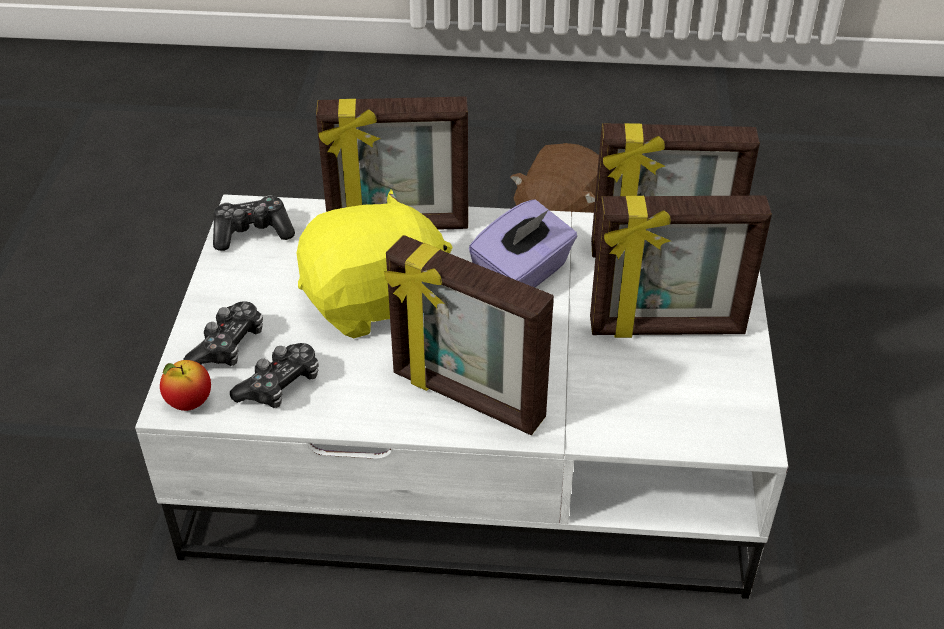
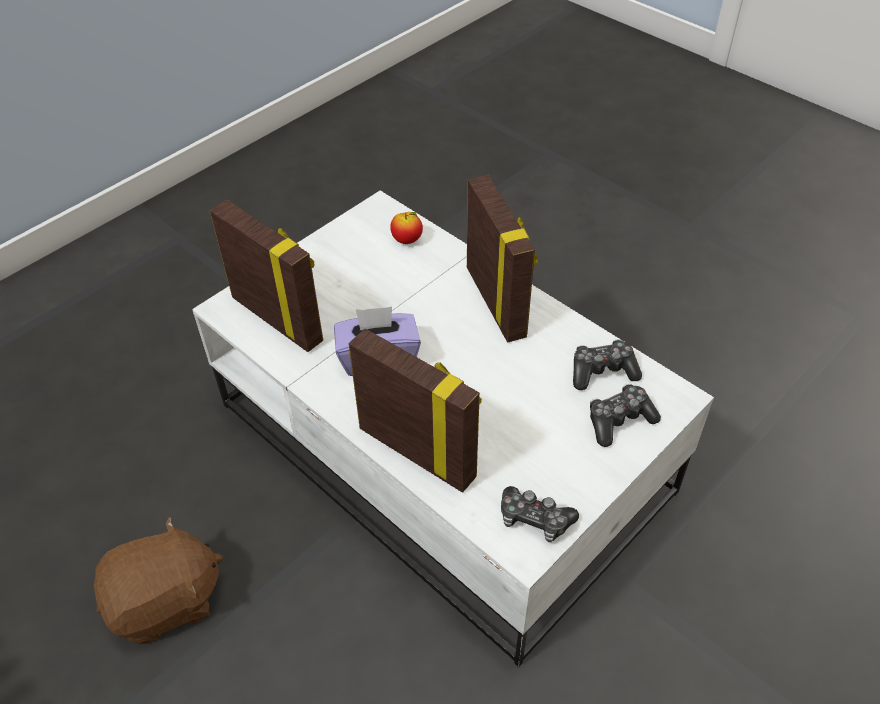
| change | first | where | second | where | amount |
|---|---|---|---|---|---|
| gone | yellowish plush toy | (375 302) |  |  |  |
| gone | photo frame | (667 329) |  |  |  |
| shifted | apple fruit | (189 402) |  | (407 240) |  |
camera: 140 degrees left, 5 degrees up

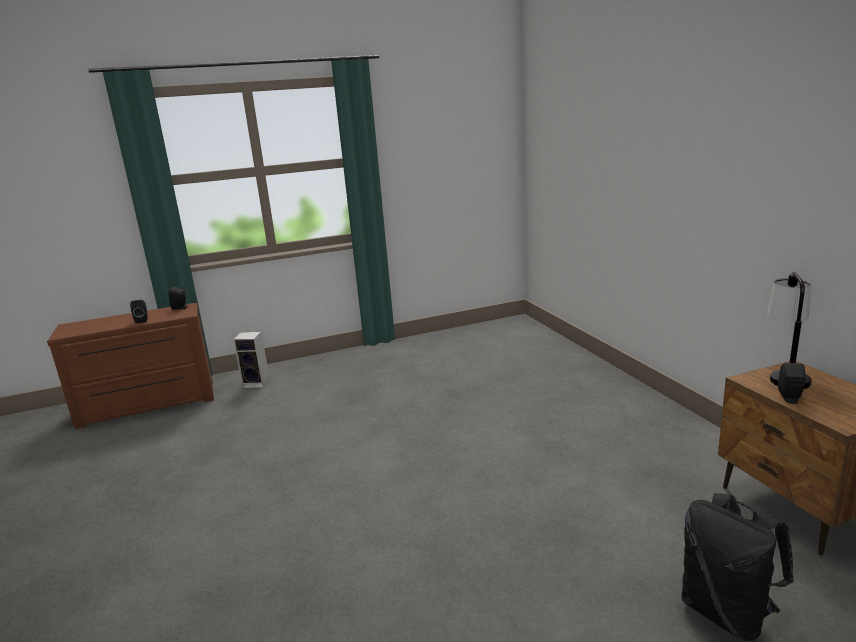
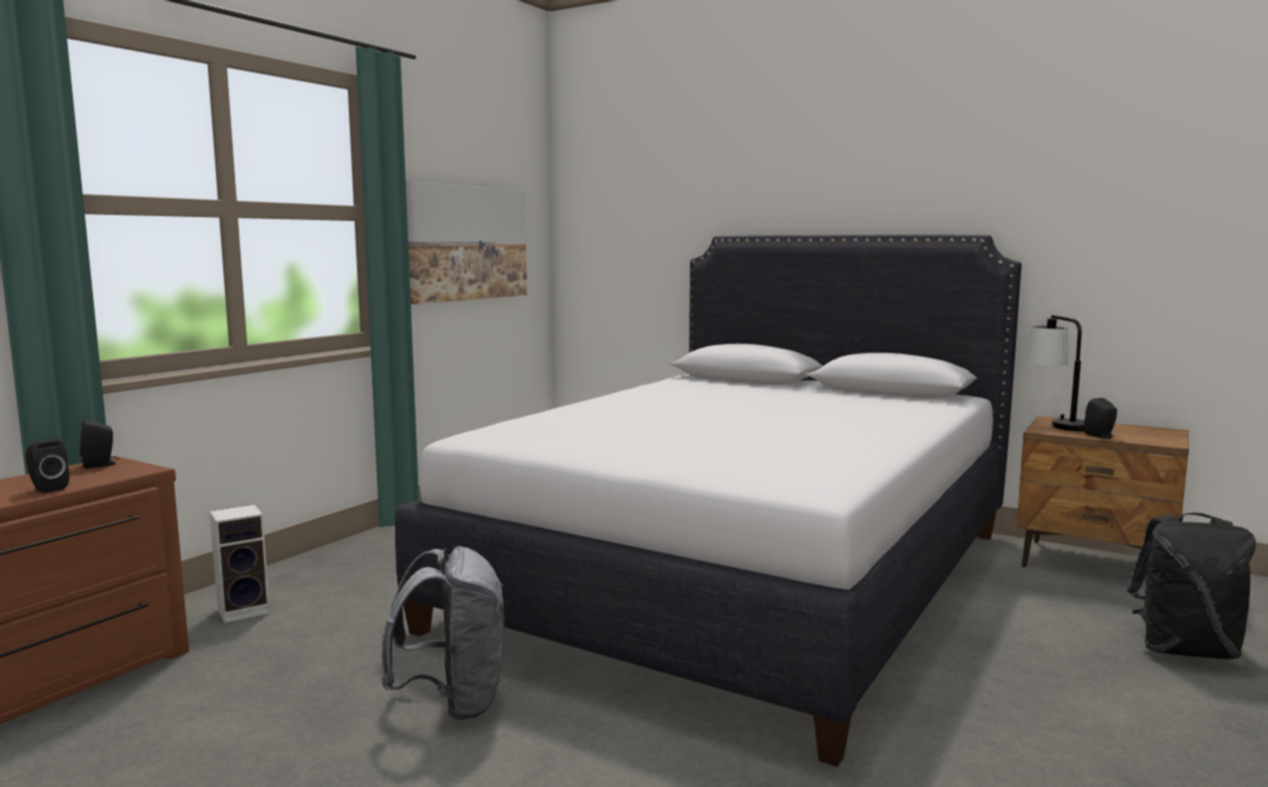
| change | first | where | second | where | amount |
|---|---|---|---|---|---|
| new |  |  | gray backpack | (453 702) |  |
| new |  |  | white-coloured bedroom bed | (741 577) |  |
| new |  |  | wall art | (466 243) |  |
camera: 40 degrees left, 10 degrees down

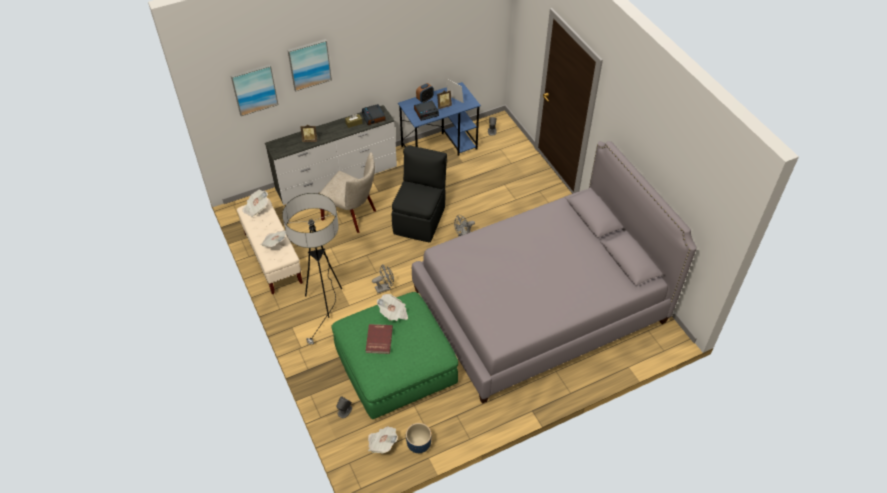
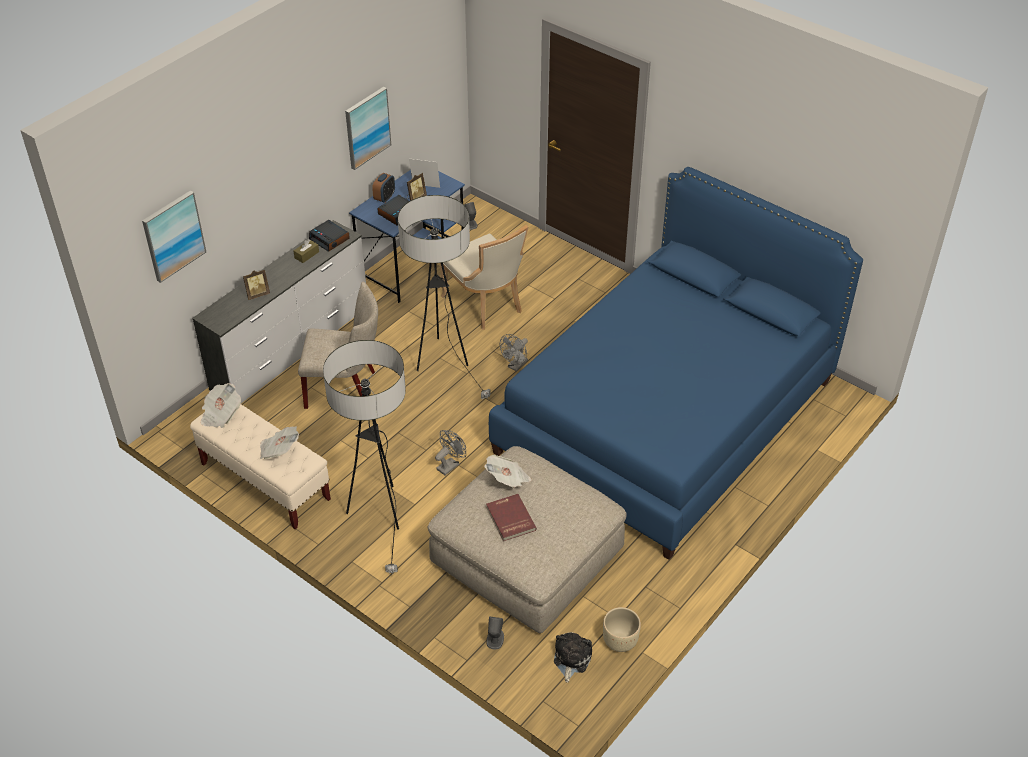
| change | first | where | second | where | amount |
|---|---|---|---|---|---|
| new |  |  | beige-coloured plain chair | (485 305) |  |
| shifted | wall art | (309 64) |  | (367 127) |  |
| swapped | newspaper | (382 443) | plush toy | (571 659) |  |
| swapped | black-coloured plain chair | (420 219) | standard lamp | (443 363) |  |
| repainted | greenish footrest | (395 365) | beige-coloured footrest | (527 556) |  |
| repainted | bluish planter | (418 444) | beige-coloured planter | (619 641) |  |
| repainted | gray bedroom bed | (540 305) | bluish bedroom bed | (666 416) |  |
camera: 25 degrees left, 5 degrees down

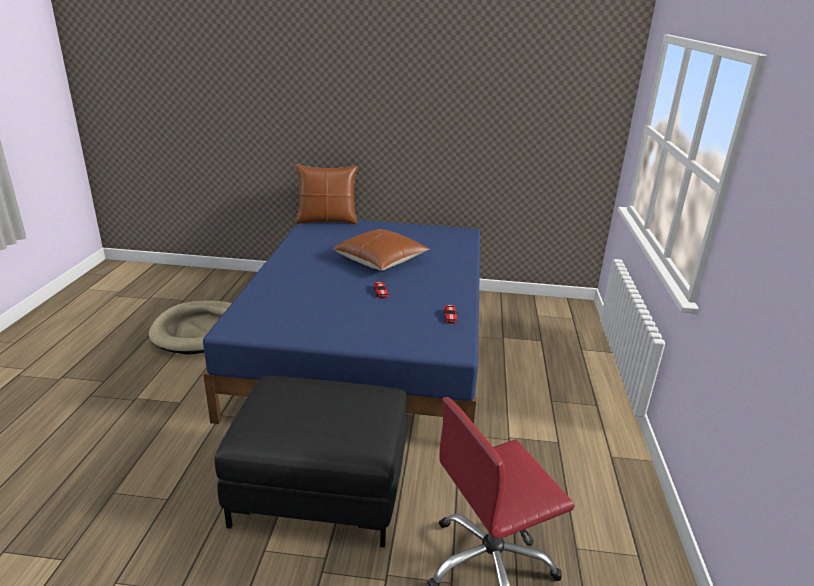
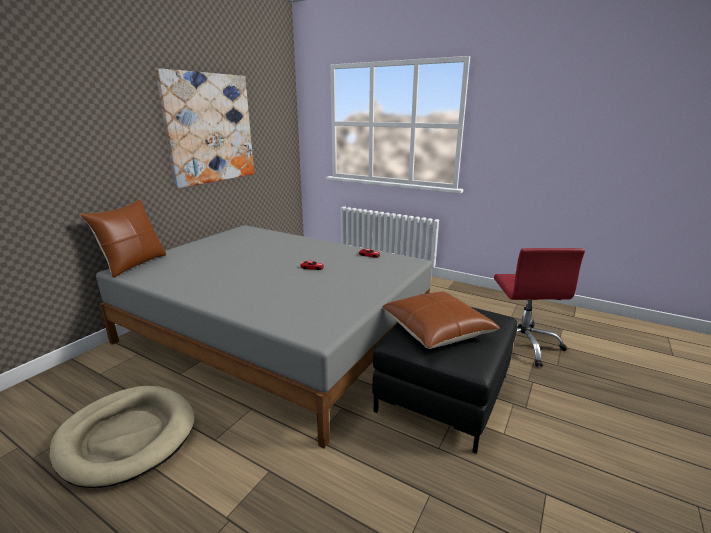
| change | first | where | second | where | amount |
|---|---|---|---|---|---|
| new |  |  | wall art | (210 129) |  |
| shifted | brownish throw pillow | (381 260) |  | (436 330) |  |
| repainted | bluish bedroom bed | (369 345) | gray bedroom bed | (275 333) |  |
camera: 65 degrees left, 5 degrees down

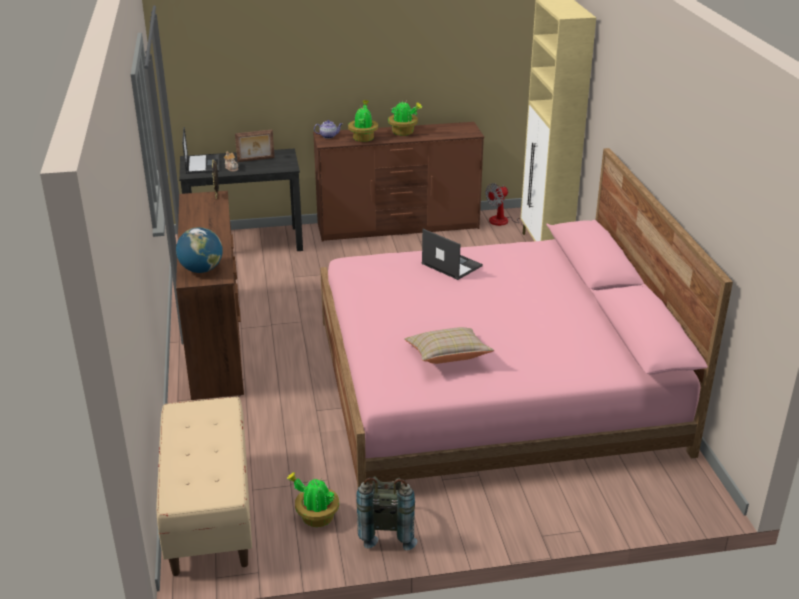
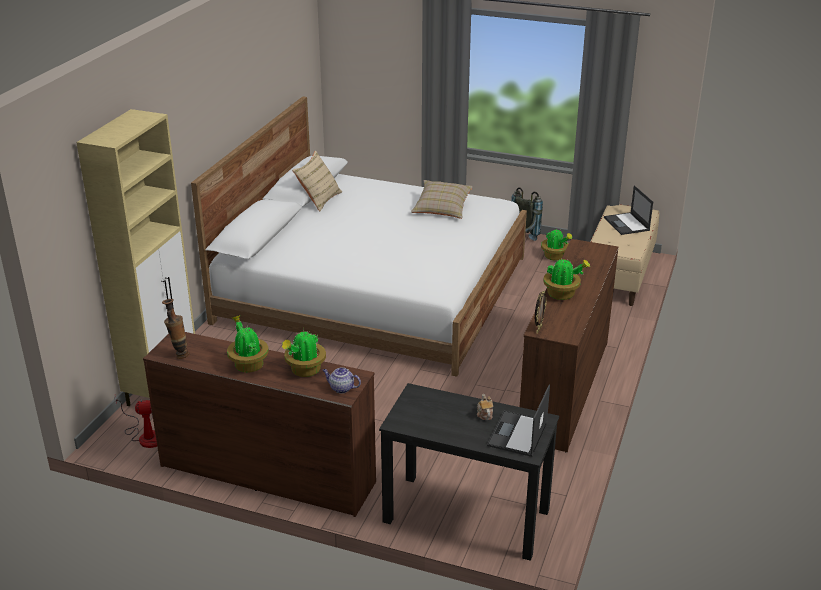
| change | first | where | second | where | amount |
|---|---|---|---|---|---|
| gone | world globe | (201 270) |  |  |  |
| gone | photo frame | (256 160) |  |  |  |
| new |  |  | vase | (179 354) |  |
| new |  |  | beige-coloured throw pillow | (319 200) |  |
| new |  |  | houseplant | (562 294) |  |
| shifted | portable computer | (451 264) |  | (627 224) |  |
| repainted | pinkish bedroom bed | (493 384) | white-coloured bedroom bed | (373 289) |  |
camera: 150 degrees left, 0 degrees up

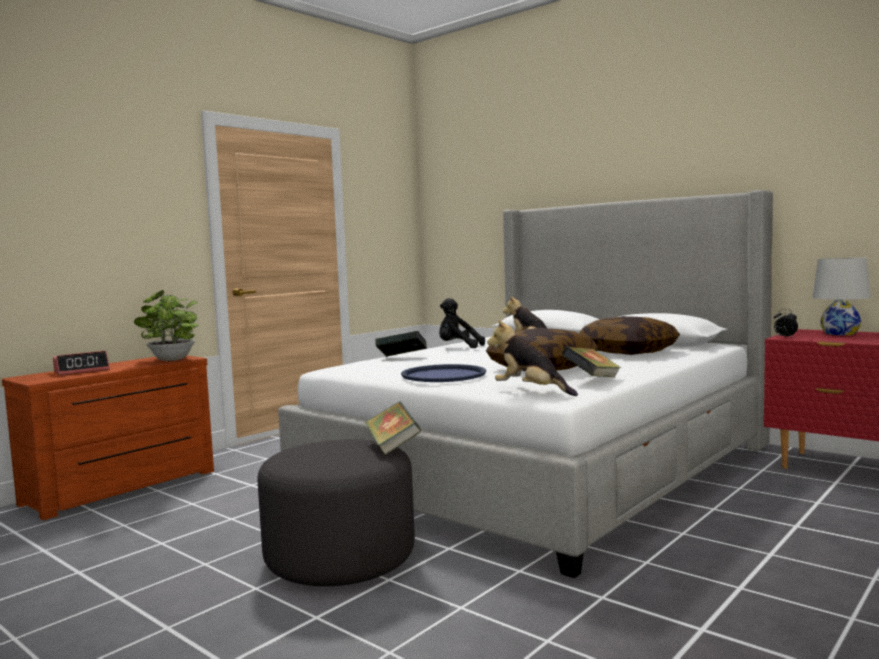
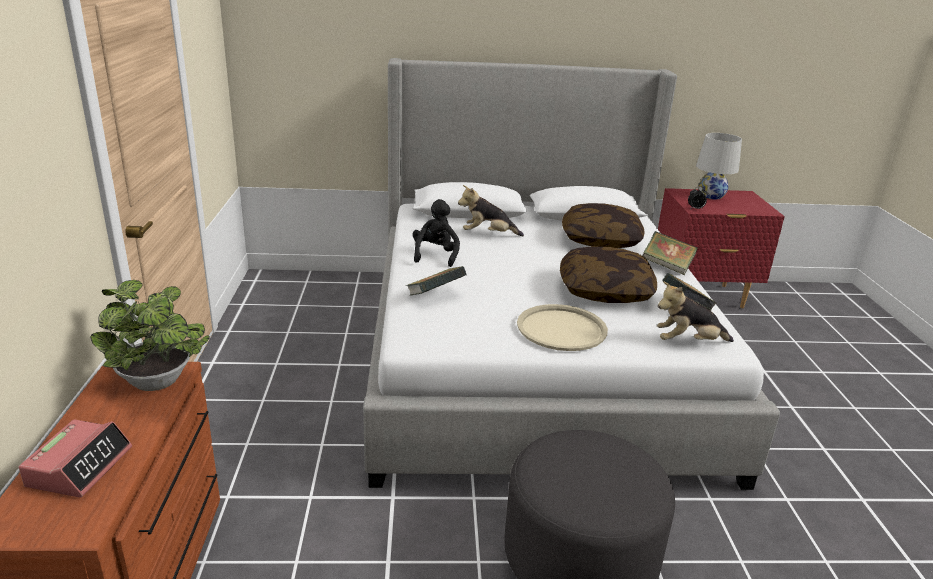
| change | first | where | second | where | amount |
|---|---|---|---|---|---|
| shifted | book | (393 446) |  | (667 266) |  |
| repainted | bluish carrying tray | (443 375) | beige-coloured carrying tray | (561 328) |  |
| rotated | black-coloured plush toy | (458 347) |  | (435 255) | 120 degrees clockwise |
camera: 45 degrees left, 20 degrees up

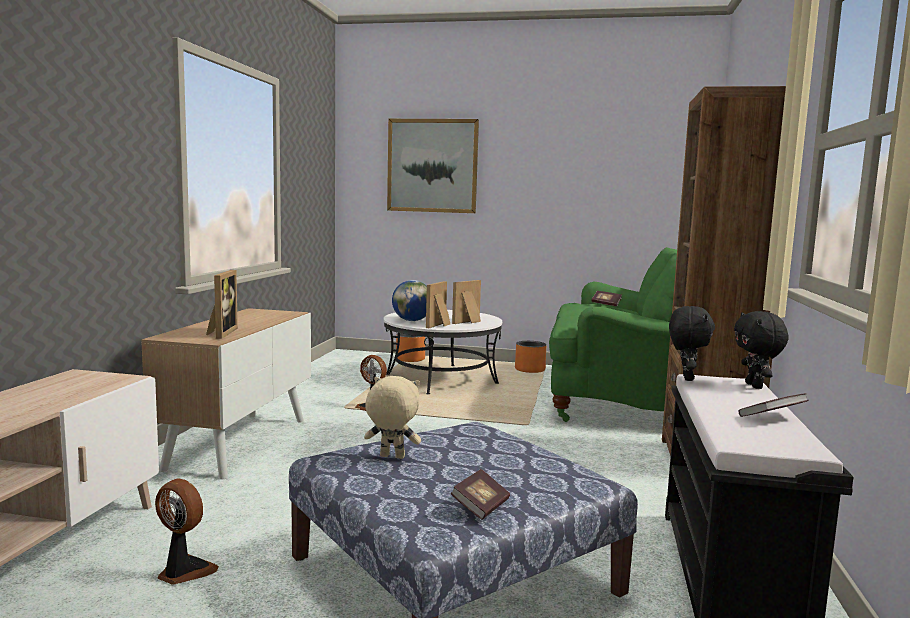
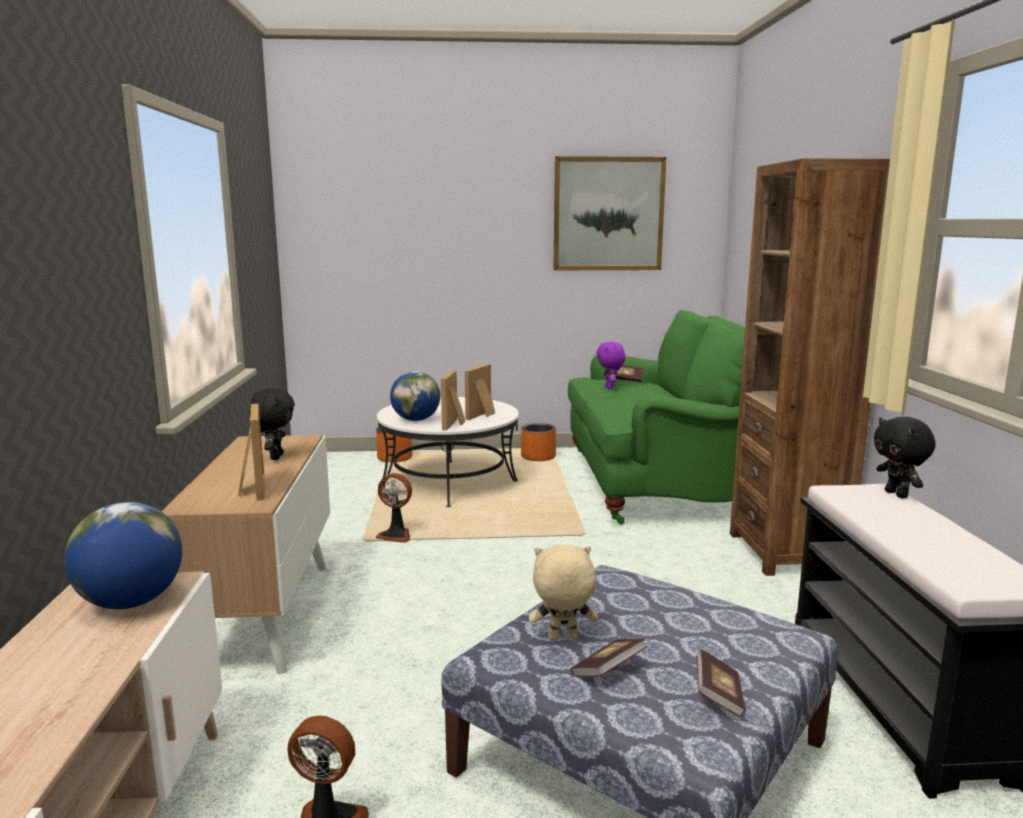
| change | first | where | second | where | amount |
|---|---|---|---|---|---|
| new |  |  | world globe | (131 602) |  |
| new |  |  | purplish plush toy | (610 388) |  |
| shifted | wall art | (432 166) |  | (608 214) |  |
| shifted | black-coloured plush toy | (686 378) |  | (275 457) |  |
| shifted | book | (771 418) |  | (608 671) |  |
camera: 15 degrees left, 5 degrees up

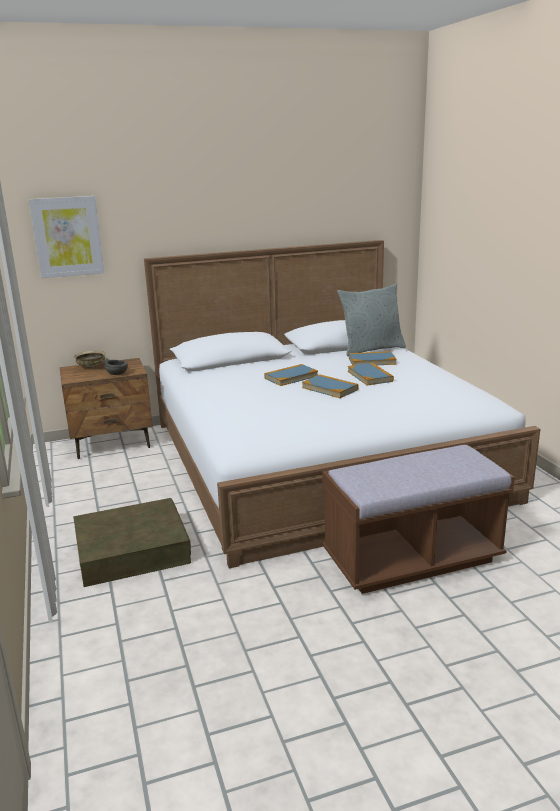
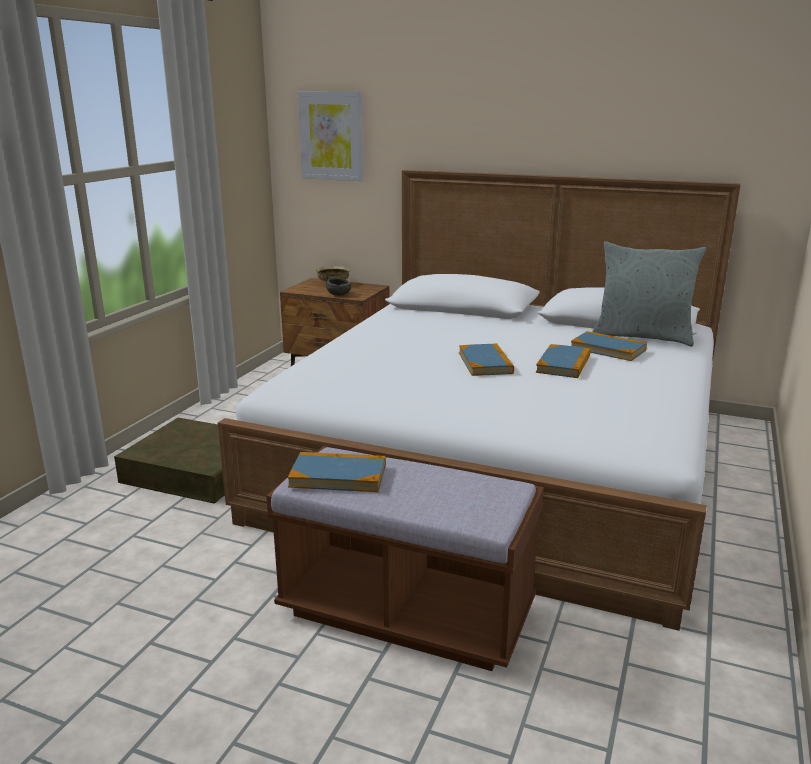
| change | first | where | second | where | amount |
|---|---|---|---|---|---|
| shifted | book | (291 377) |  | (338 476) |  |
camera: 40 degrees right, 0 degrees up

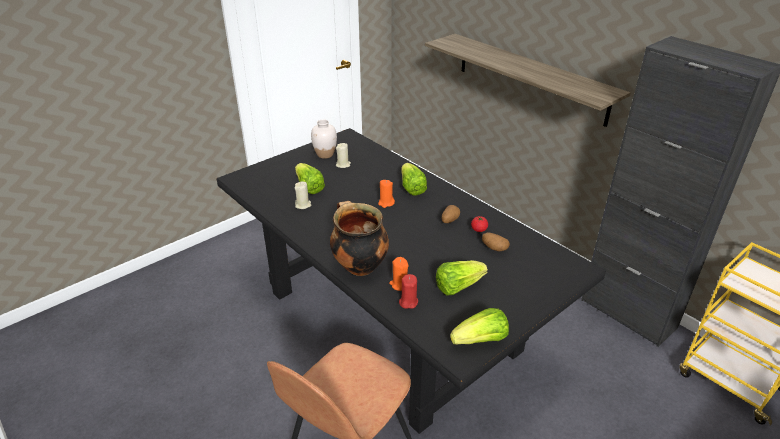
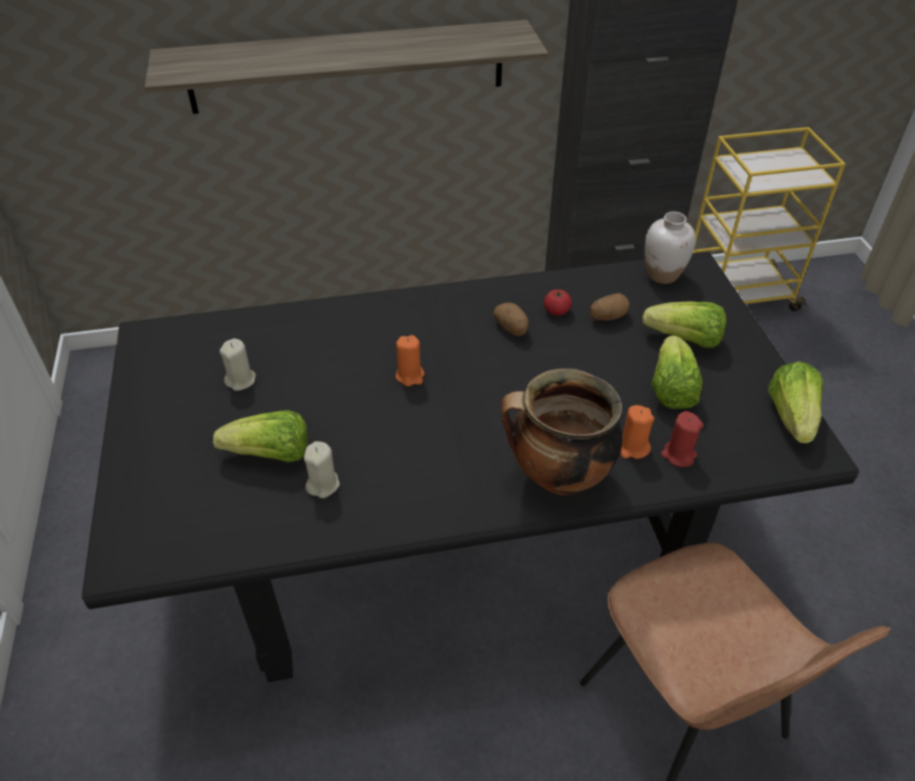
| change | first | where | second | where | amount |
|---|---|---|---|---|---|
| shifted | white-coloured vase | (325 154) |  | (663 275) |  |
| shifted | head of lettuce | (411 188) |  | (685 340) |  |
camera: 60 degrees left, 10 degrees up

